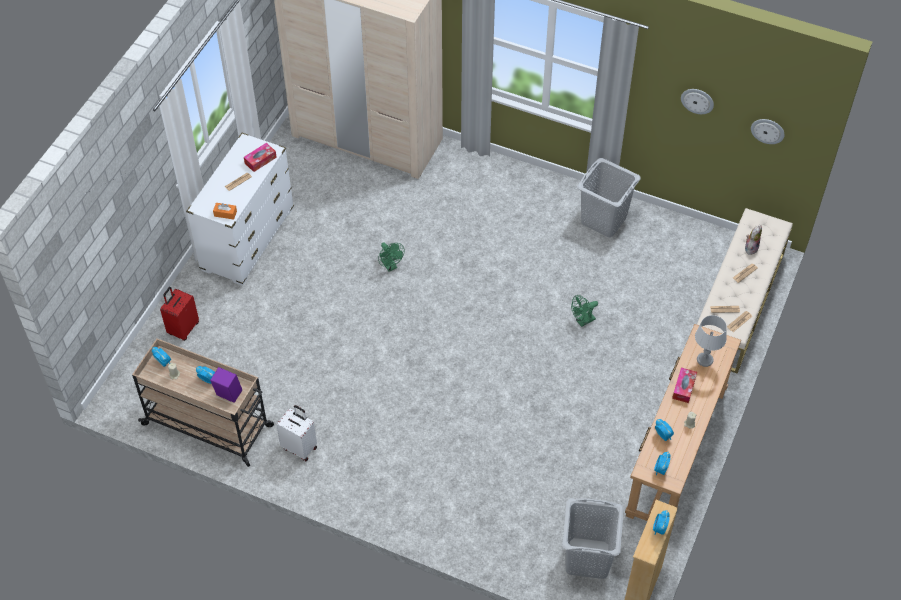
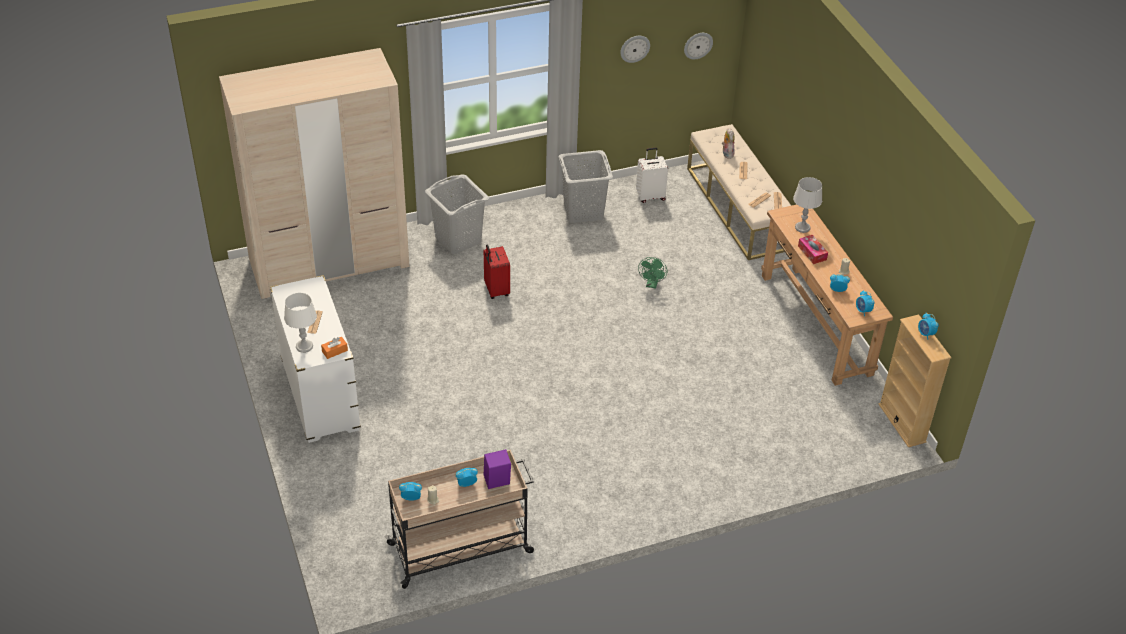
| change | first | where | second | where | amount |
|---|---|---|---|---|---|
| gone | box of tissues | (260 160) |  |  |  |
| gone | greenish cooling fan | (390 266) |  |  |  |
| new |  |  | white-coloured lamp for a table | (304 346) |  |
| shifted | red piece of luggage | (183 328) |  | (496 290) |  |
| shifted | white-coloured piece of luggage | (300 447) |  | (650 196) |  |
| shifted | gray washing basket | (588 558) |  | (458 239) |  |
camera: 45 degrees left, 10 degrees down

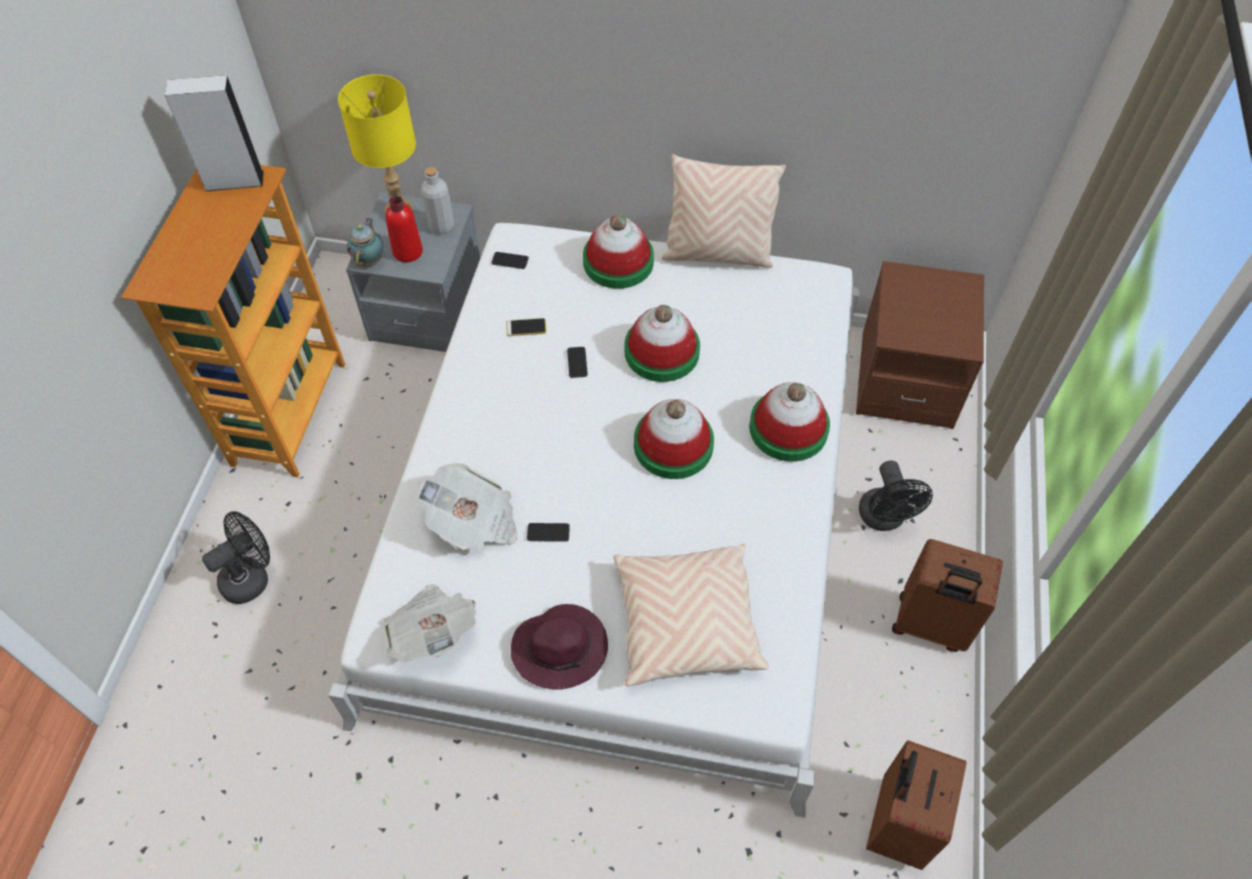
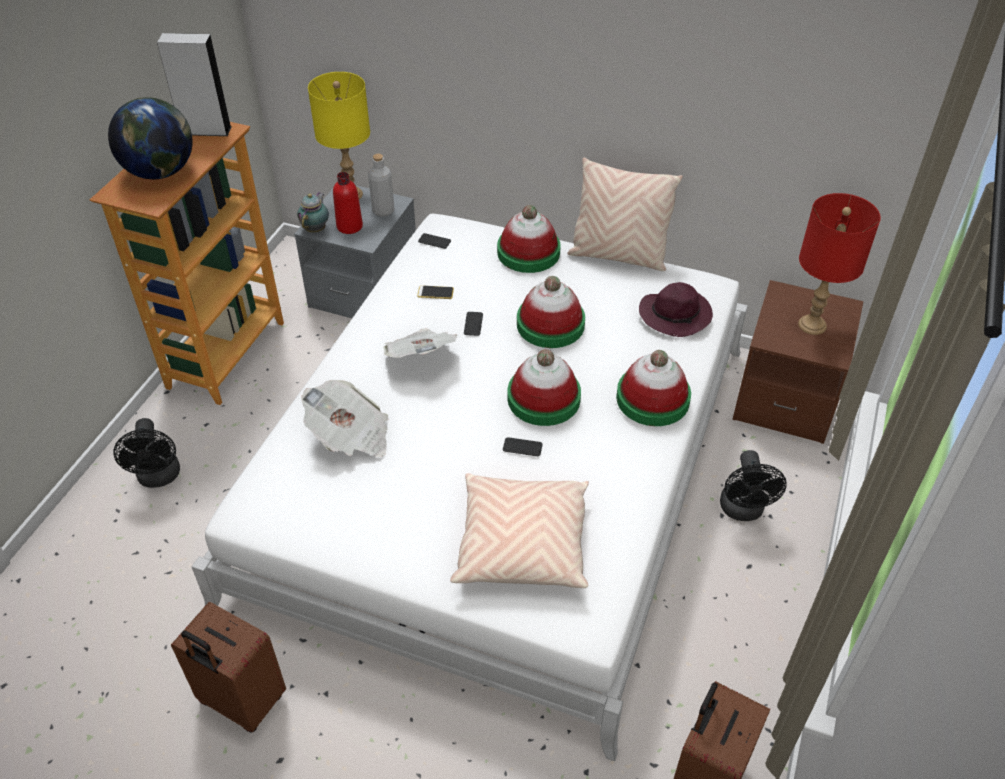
| change | first | where | second | where | amount |
|---|---|---|---|---|---|
| new |  |  | world globe | (161 172) |  |
| new |  |  | red lamp for a table | (812 324) |  |
| shifted | newspaper | (433 631) |  | (420 357) |  |
| shifted | purplish clothing hat | (561 648) |  | (676 315) |  |
| shifted | telephone | (548 532) |  | (522 447) |  |
| shifted | brownish piece of luggage | (929 626) |  | (241 702) |  |
| rotated | black-coloured cooling fan | (251 577) |  | (159 478) | 105 degrees clockwise |
camera: 10 degrees right, 10 degrees down

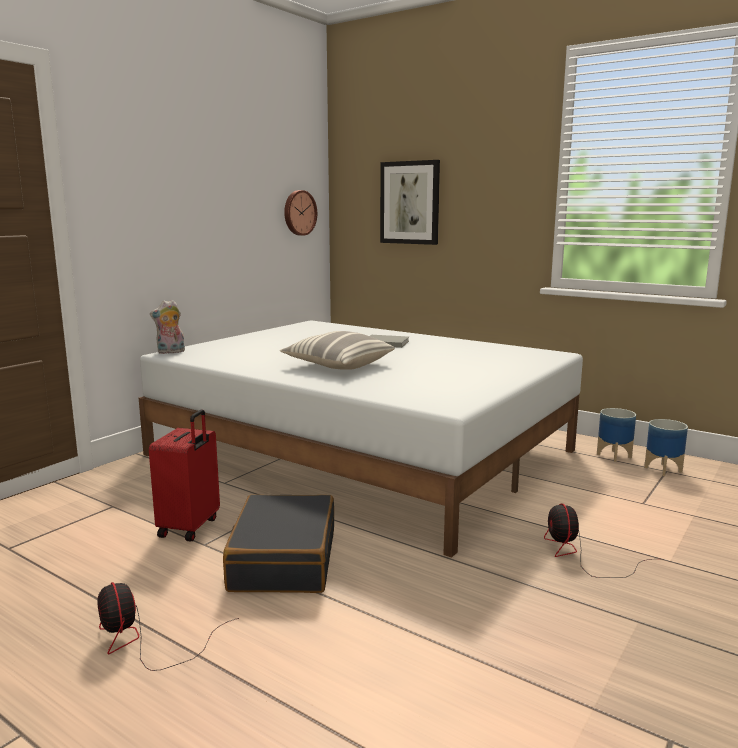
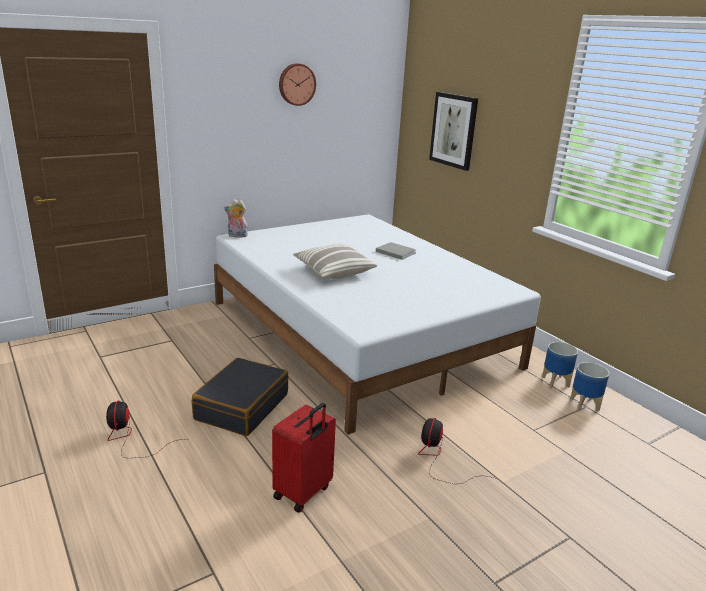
| change | first | where | second | where | amount |
|---|---|---|---|---|---|
| shifted | red piece of luggage | (190 527) |  | (303 493) |  |
| shifted | wall clock | (299 213) |  | (296 84) |  |
camera: 20 degrees right, 10 degrees up

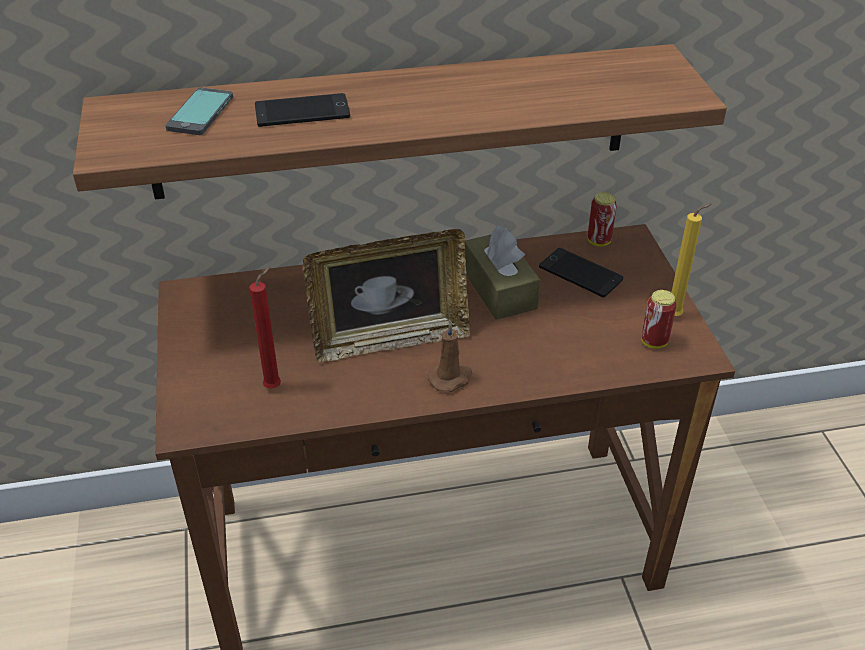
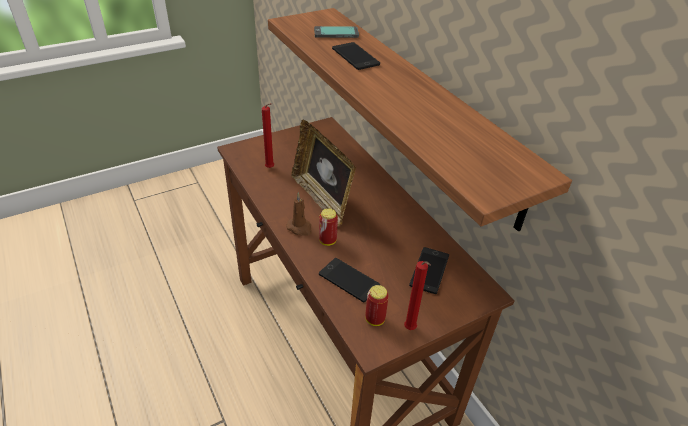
| change | first | where | second | where | amount |
|---|---|---|---|---|---|
| gone | brownish box of tissues | (499 289) |  |  |  |
| new |  |  | telephone | (349 280) |  |
| shifted | can | (598 241) |  | (327 241) |  |
| repainted | yellowish candle | (676 315) | red candle | (410 330) |  |
camera: 70 degrees right, 0 degrees up

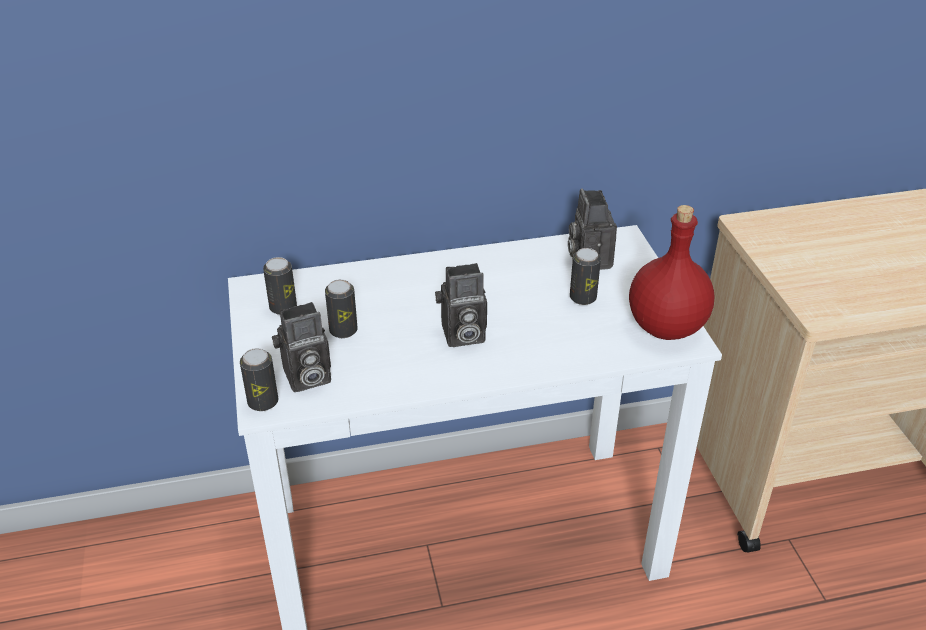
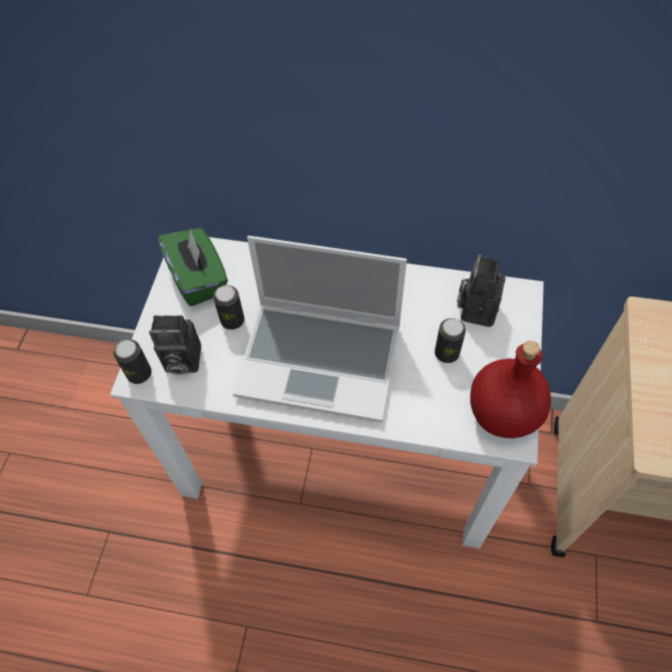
| change | first | where | second | where | amount |
|---|---|---|---|---|---|
| swapped | can | (283 307) | greenish box of tissues | (199 279) |  |
| swapped | photo camera | (461 336) | portable computer | (322 359) |  |
camera: 25 degrees right, 20 degrees up

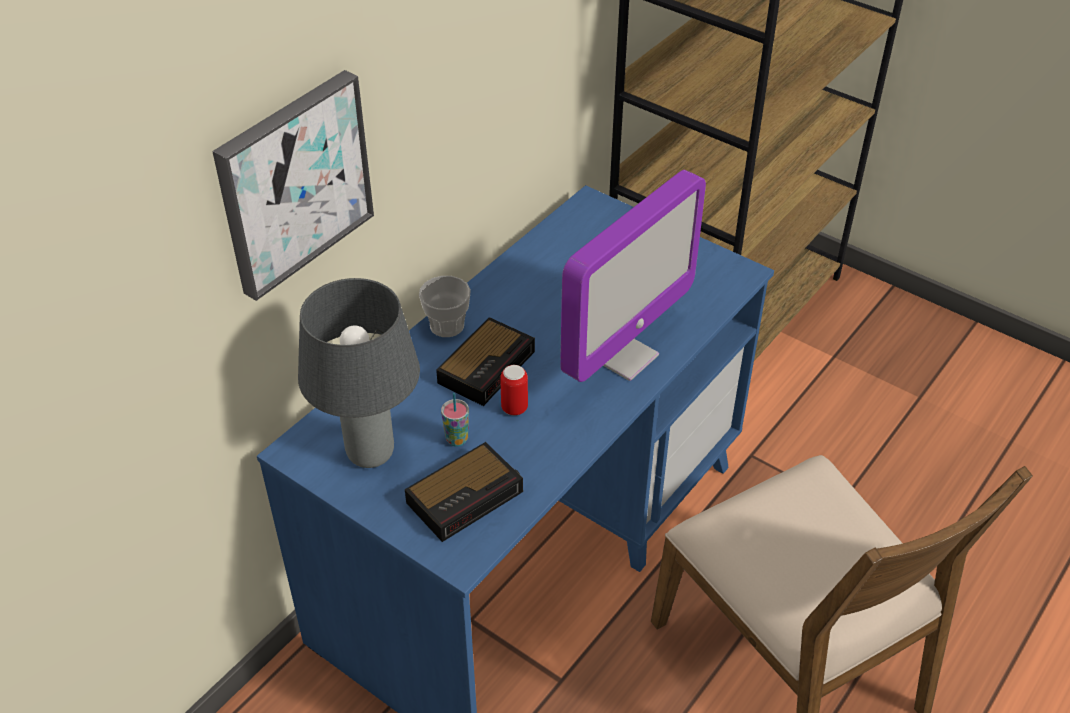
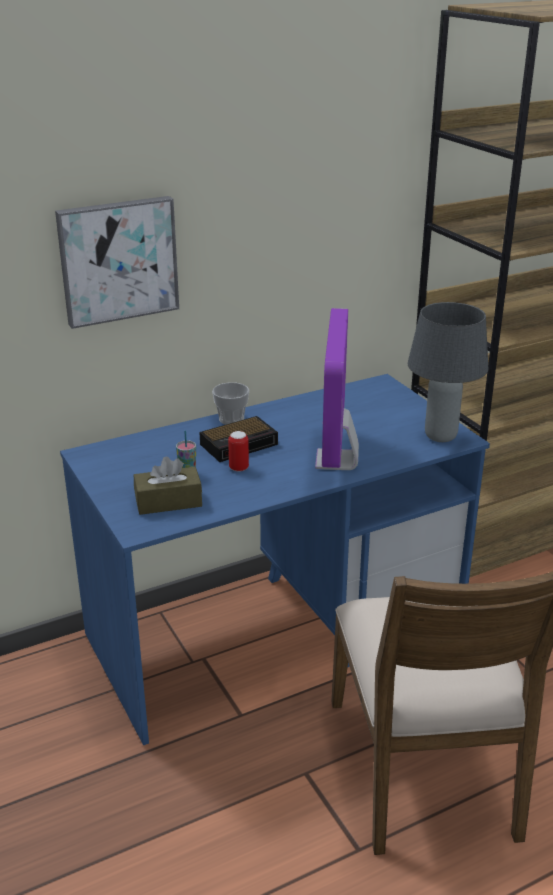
| change | first | where | second | where | amount |
|---|---|---|---|---|---|
| shifted | gray lamp for a table | (369 453) |  | (439 436) |  |
| swapped | alarm clock | (467 496) | brownish box of tissues | (168 502) |  |
| rotated | monitor | (623 356) |  | (337 460) | 120 degrees clockwise |
camera: 25 degrees right, 15 degrees down

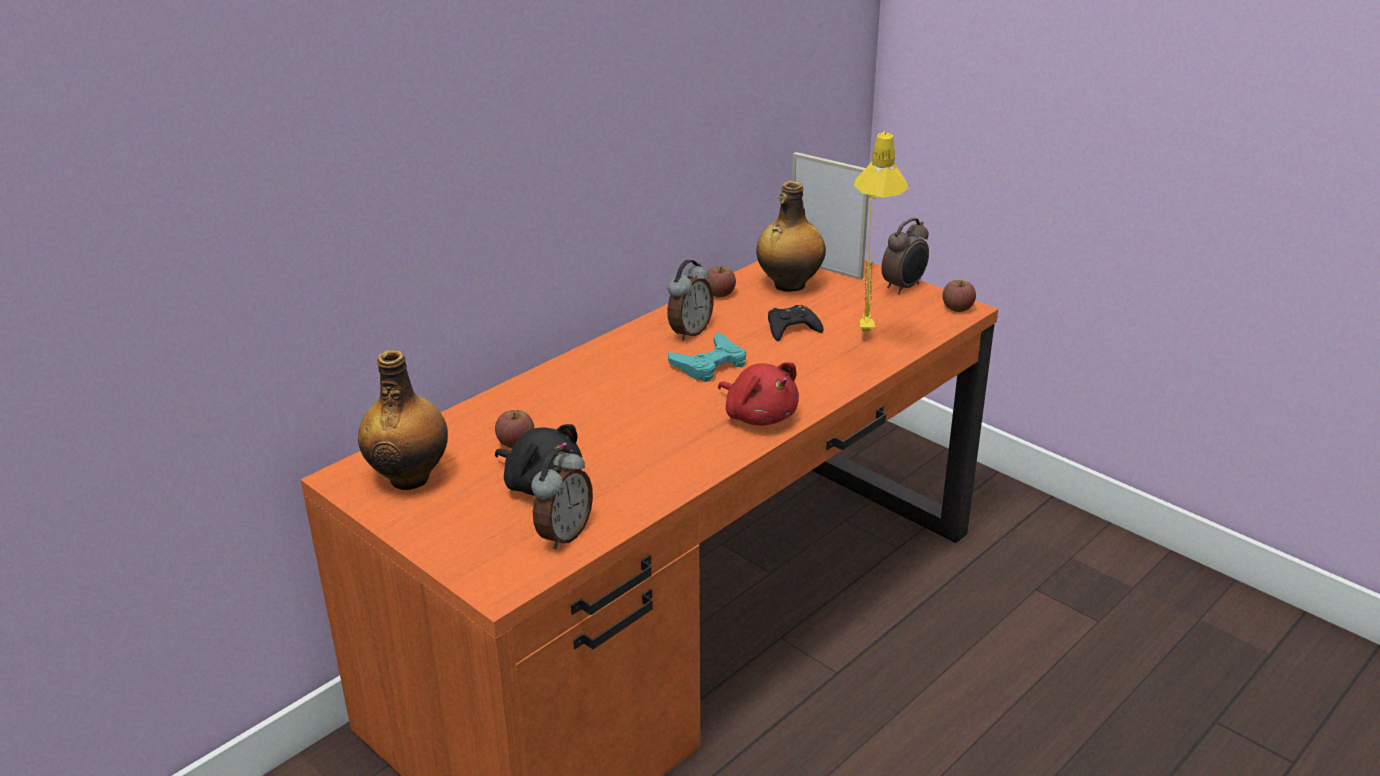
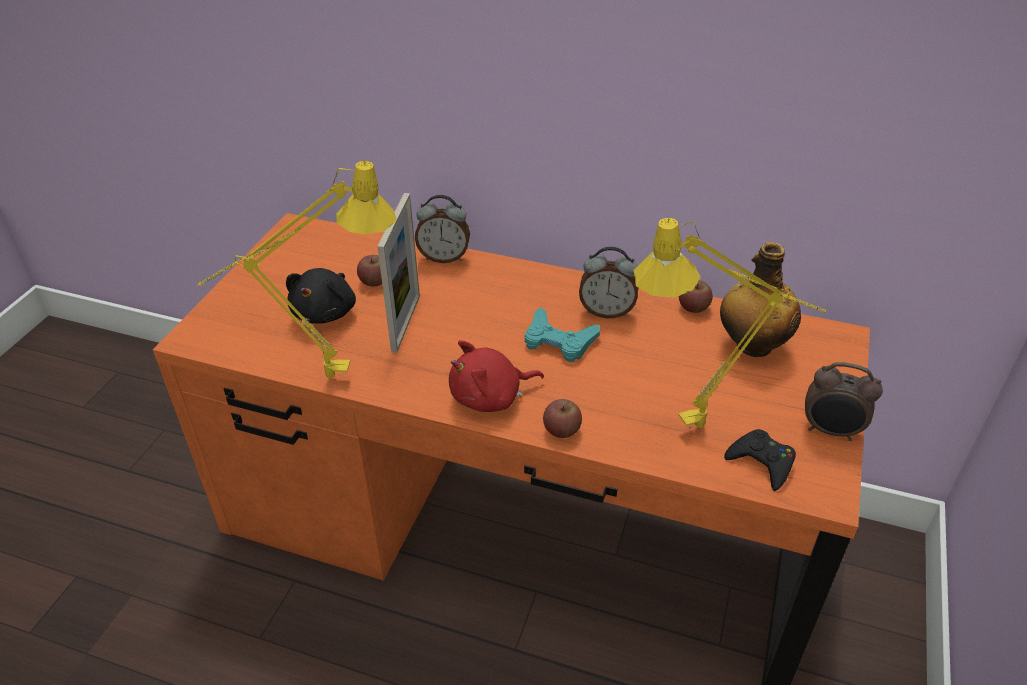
| change | first | where | second | where | amount |
|---|---|---|---|---|---|
| gone | bottle | (410 477) |  |  |  |
| new |  |  | yellowish lamp for a table | (318 378) |  |
| shifted | alarm clock | (563 534) |  | (444 257) |  |
| shifted | black-coloured joypad | (792 328) |  | (762 462) |  |
| shifted | photo frame | (825 268) |  | (406 323) |  |
| shifted | apple fruit | (957 308) |  | (562 430) |  |
| rotated | red plush toy | (759 415) |  | (490 397) | 45 degrees clockwise |
camera: 65 degrees right, 10 degrees up

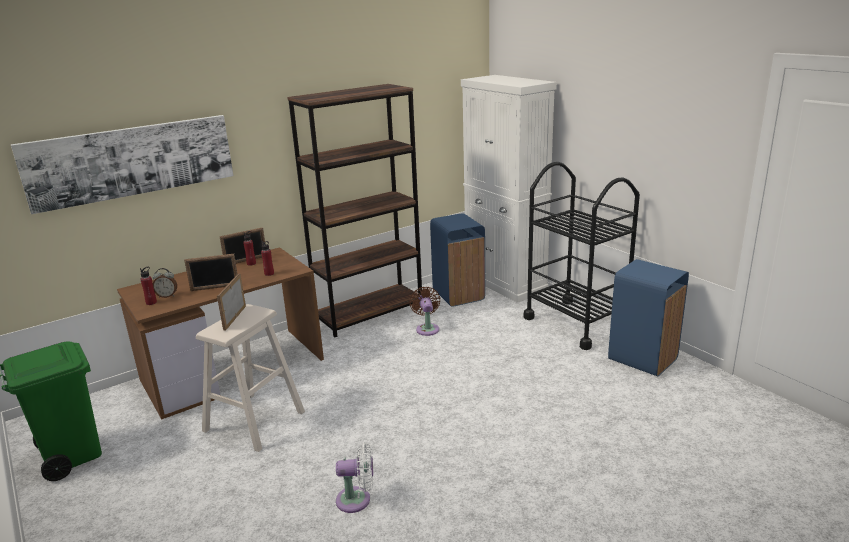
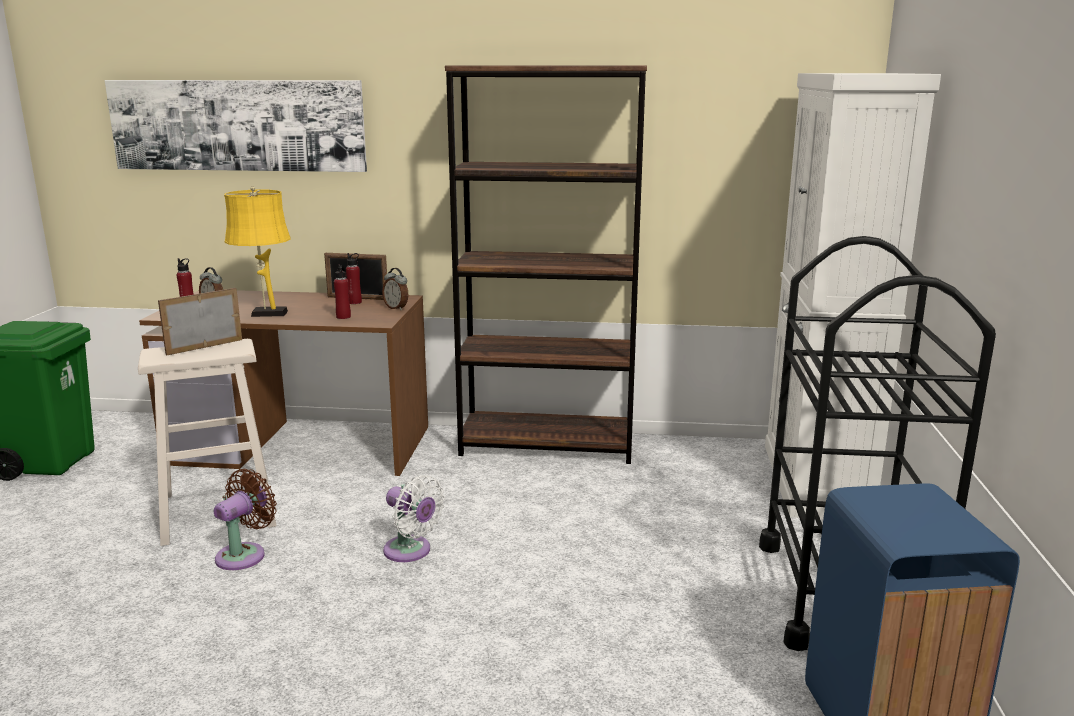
| change | first | where | second | where | amount |
|---|---|---|---|---|---|
| gone | bluish trash can | (459 295) |  |  |  |
| new |  |  | alarm clock | (396 308) |  |
| shifted | white-coloured cooling fan | (357 500) |  | (410 551) |  |
| shifted | brownish cooling fan | (427 328) |  | (245 554) |  |
| swapped | photo frame | (215 288) | yellowish lamp for a table | (265 313) |  |
camera: 40 degrees right, 5 degrees down

